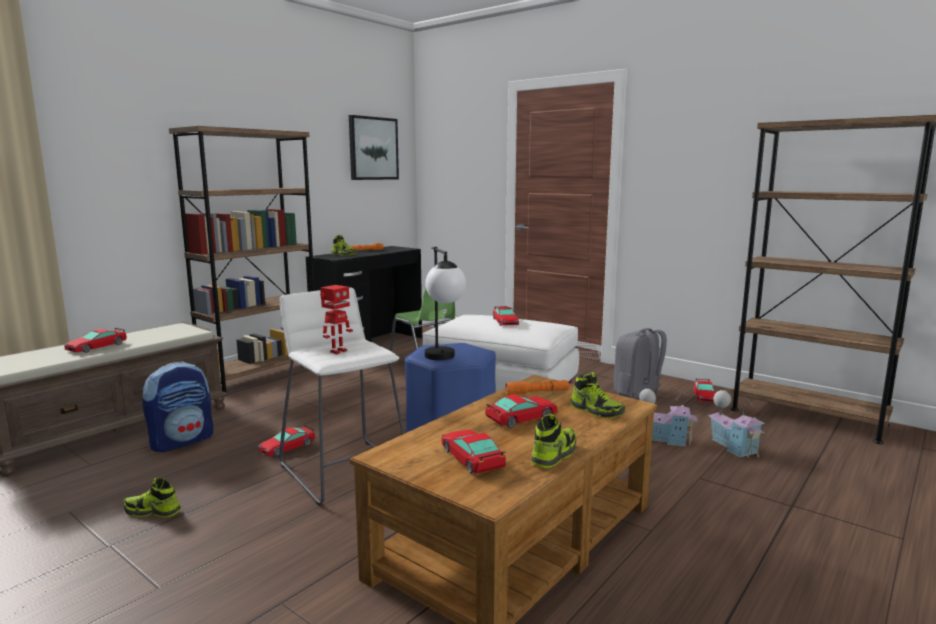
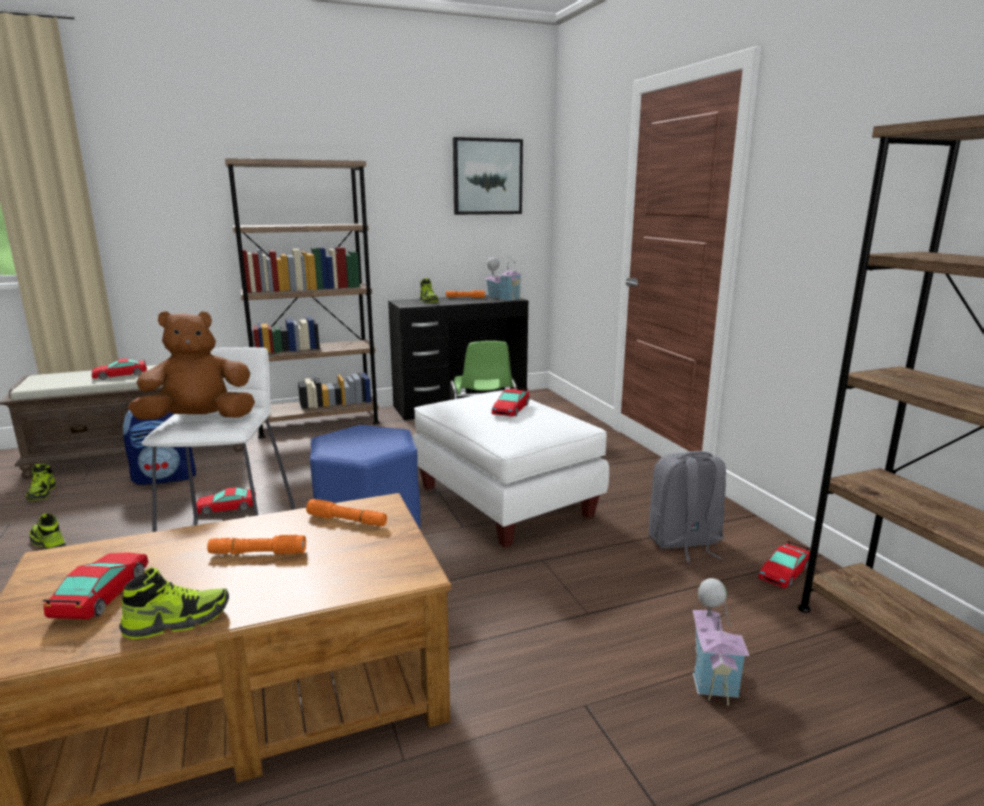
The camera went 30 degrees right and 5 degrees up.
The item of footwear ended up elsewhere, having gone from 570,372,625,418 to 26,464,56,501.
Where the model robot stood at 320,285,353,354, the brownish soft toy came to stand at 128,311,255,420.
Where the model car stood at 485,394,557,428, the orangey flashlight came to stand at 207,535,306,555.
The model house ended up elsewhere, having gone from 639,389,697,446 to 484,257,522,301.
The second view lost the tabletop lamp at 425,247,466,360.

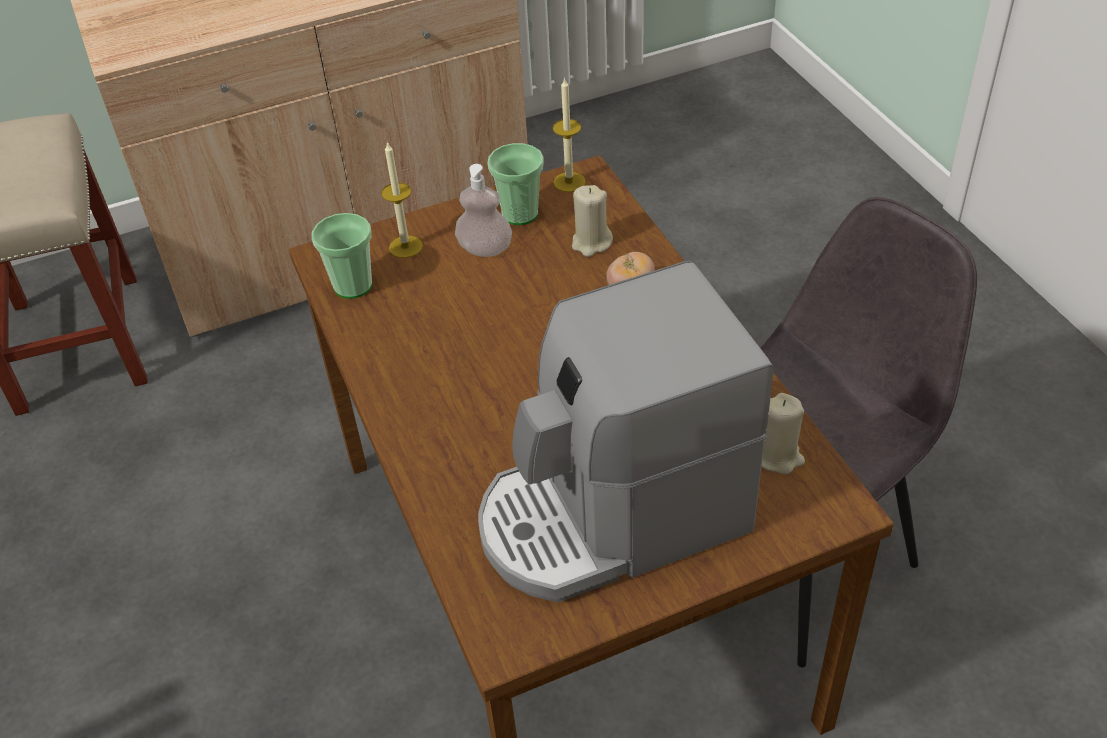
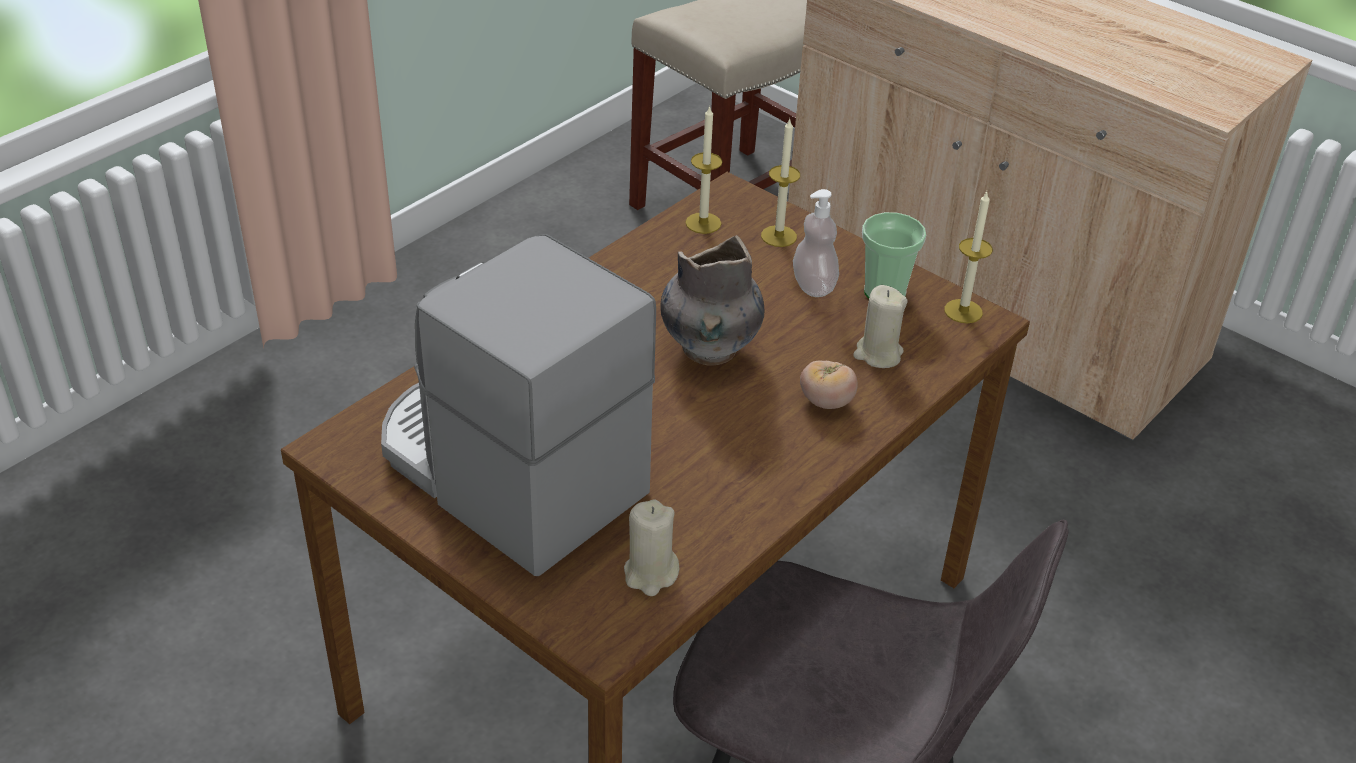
The camera went 60 degrees right and 5 degrees down.
The second view gained the gray flower vase at 661,235,765,365.
Where the drinking cup stood at 312,213,372,299, the candle came to stand at 685,105,723,234.

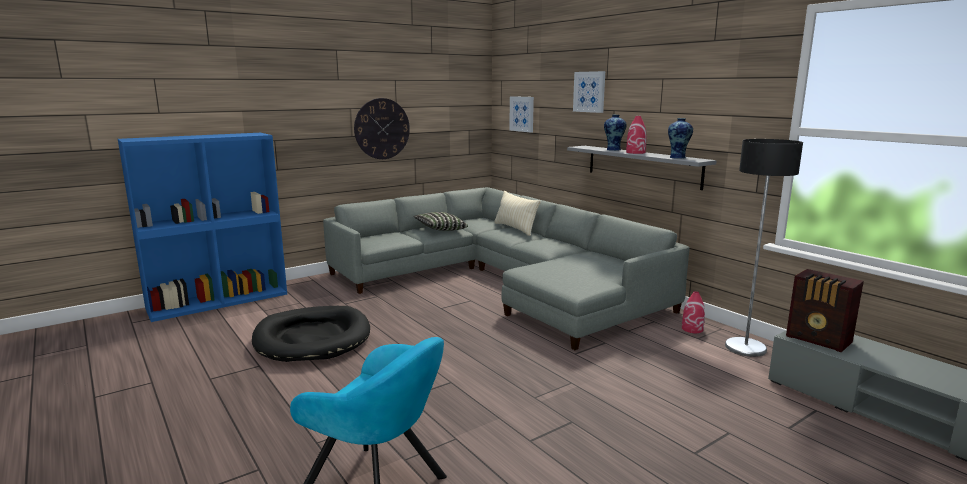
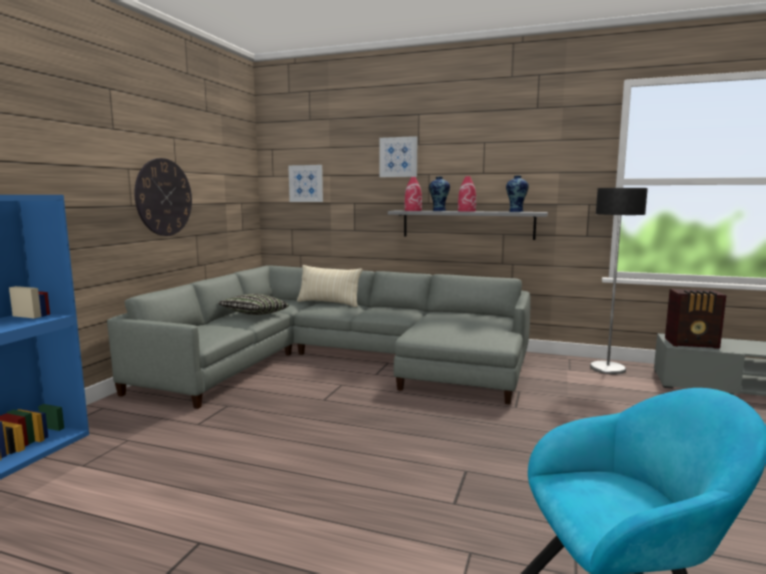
The camera went 35 degrees left and 5 degrees down.
The red-coloured flower vase ended up elsewhere, having gone from 682,291,705,333 to 405,177,422,211.
The second view lost the black-coloured dog bed at 252,306,370,362.

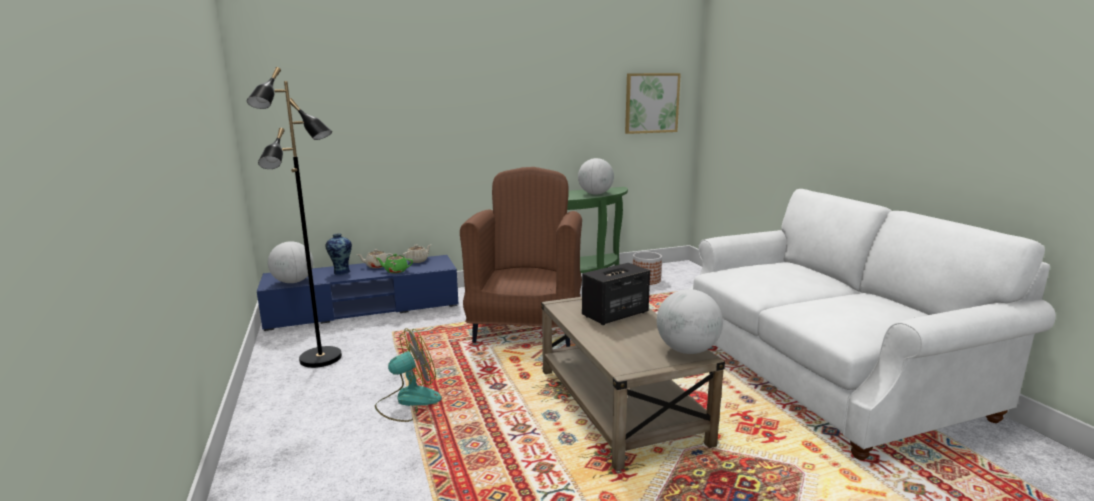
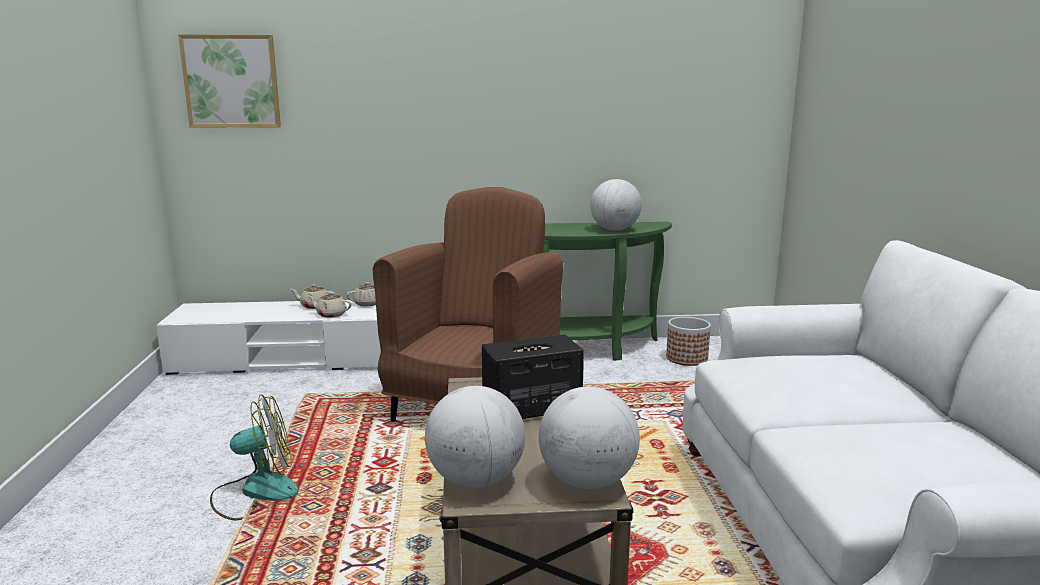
The camera went 15 degrees right and 0 degrees up.
What was the blue-coloured media console at 257,255,458,331 turned into the white-coloured media console at 156,300,381,375.
The wall picture ended up elsewhere, having gone from 625,73,681,134 to 178,34,281,128.
What was the green-coloured pot for tea at 376,254,413,273 turned into the beige-coloured pot for tea at 308,292,352,318.
The desk globe ended up elsewhere, having gone from 268,241,314,283 to 425,386,525,488.
The second view lost the black-coloured floor lamp at 247,67,342,368.
The second view lost the flower vase at 325,233,352,275.

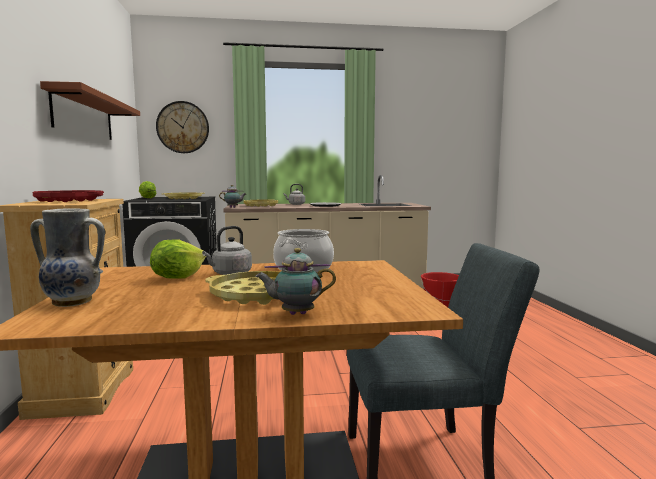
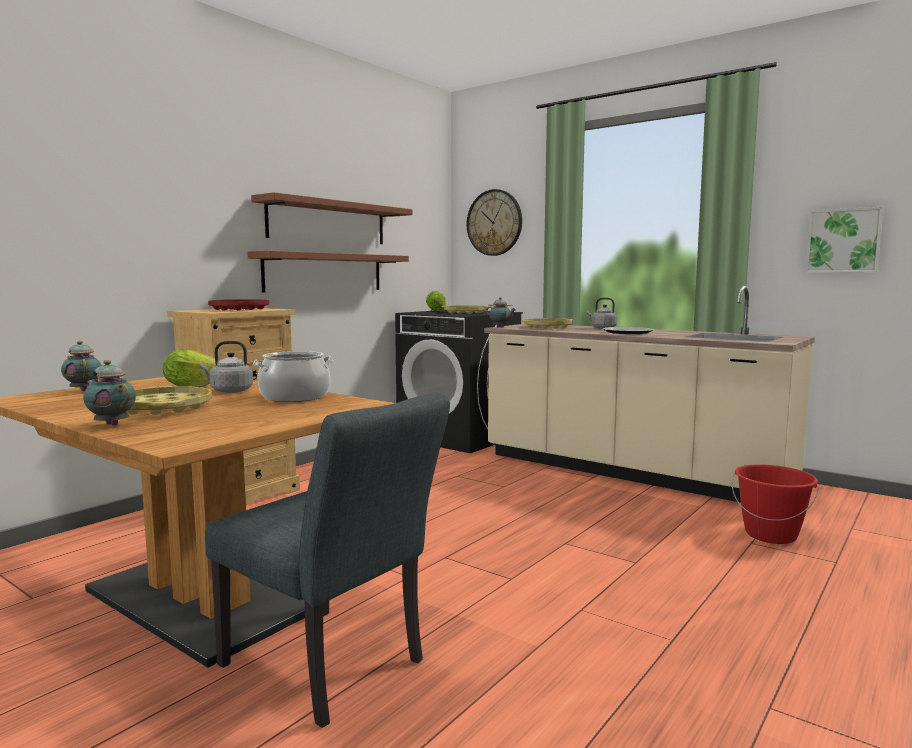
The camera went 45 degrees right and 0 degrees up.
Where the flower vase stood at 30,208,105,307, the pot for tea came to stand at 61,341,102,391.
The second view gained the brownish shelf at 247,251,409,292.
The second view gained the wall picture at 805,207,884,273.

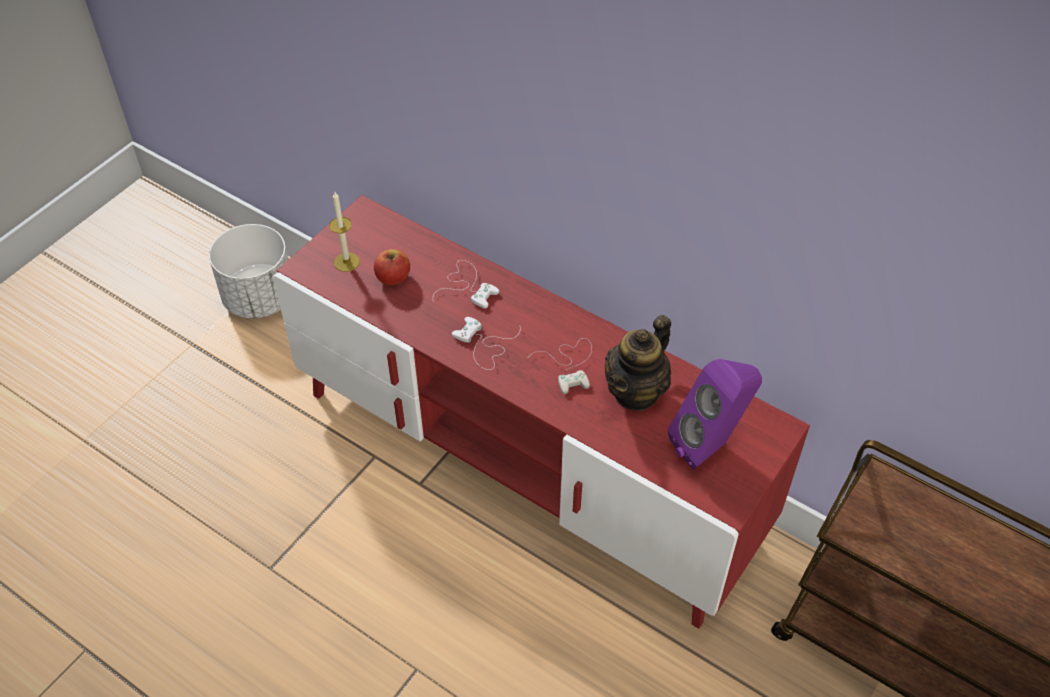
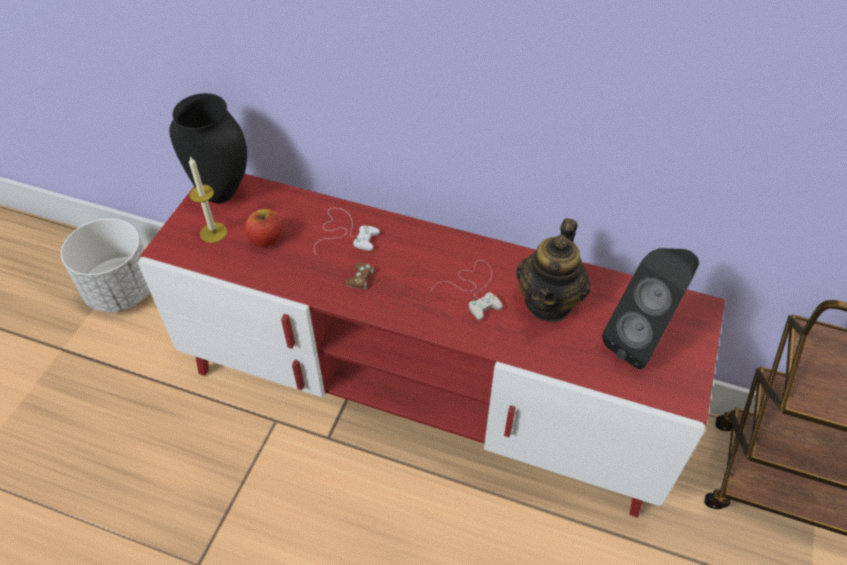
The camera went 15 degrees left and 0 degrees up.
The second view gained the black-coloured flower vase at 169,93,247,204.
What was the white-coloured gamepad at 452,317,521,370 turned into the brownish gamepad at 345,260,414,312.
What was the purplish audio speaker at 668,359,762,469 turned into the black-coloured audio speaker at 602,248,699,369.

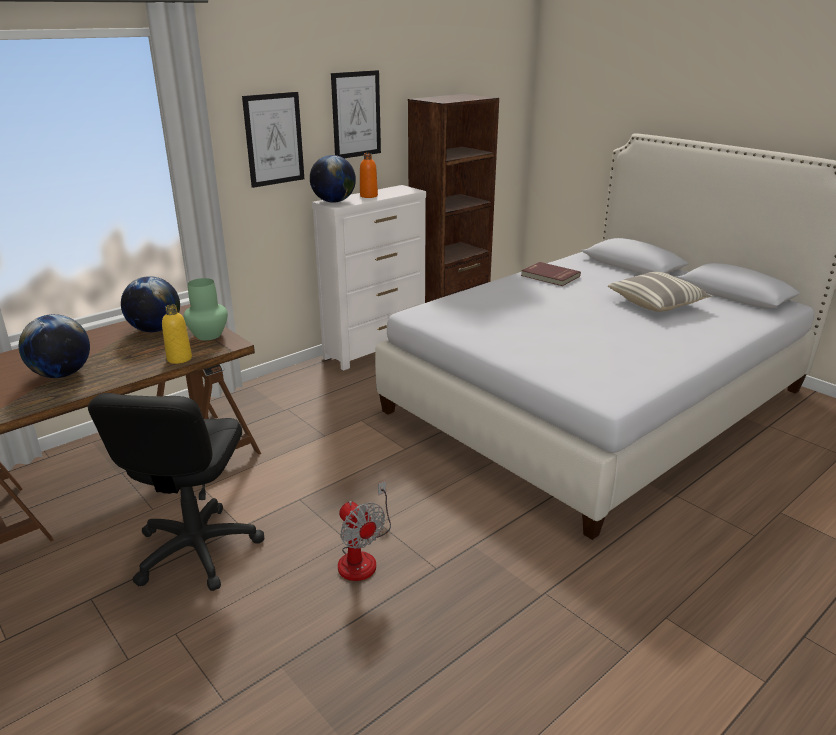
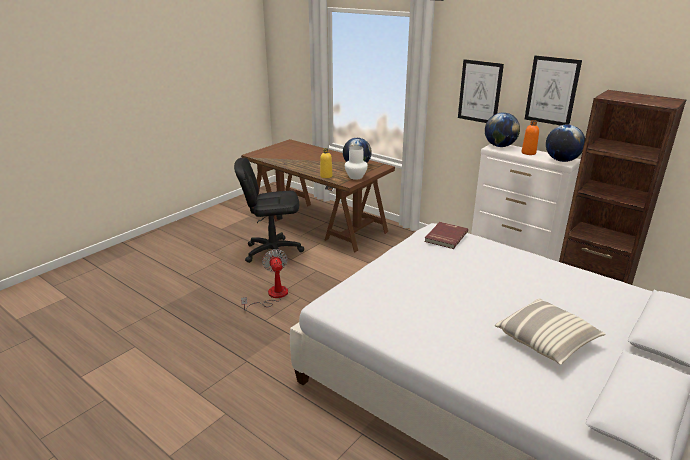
The camera went 80 degrees right and 0 degrees up.
The electric fan at 338,481,391,581 ended up facing another way, 120 degrees clockwise from before.
What was the green-coloured flower vase at 183,278,228,340 turned into the white-coloured flower vase at 345,146,368,180.
The red-coloured volume ended up elsewhere, having gone from 521,262,581,286 to 424,222,468,249.
The desk globe ended up elsewhere, having gone from 19,314,90,378 to 546,124,585,162.

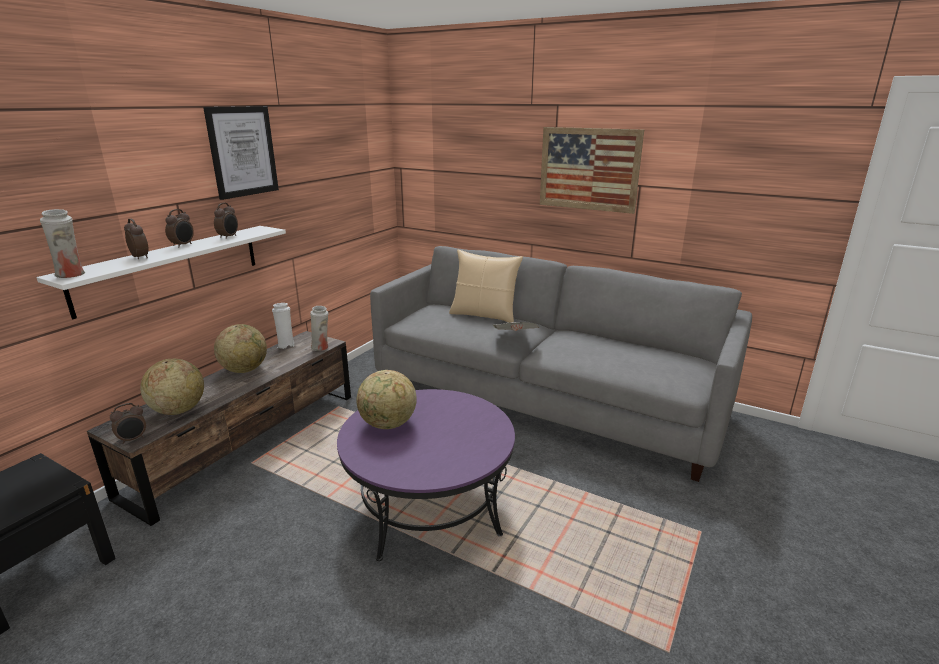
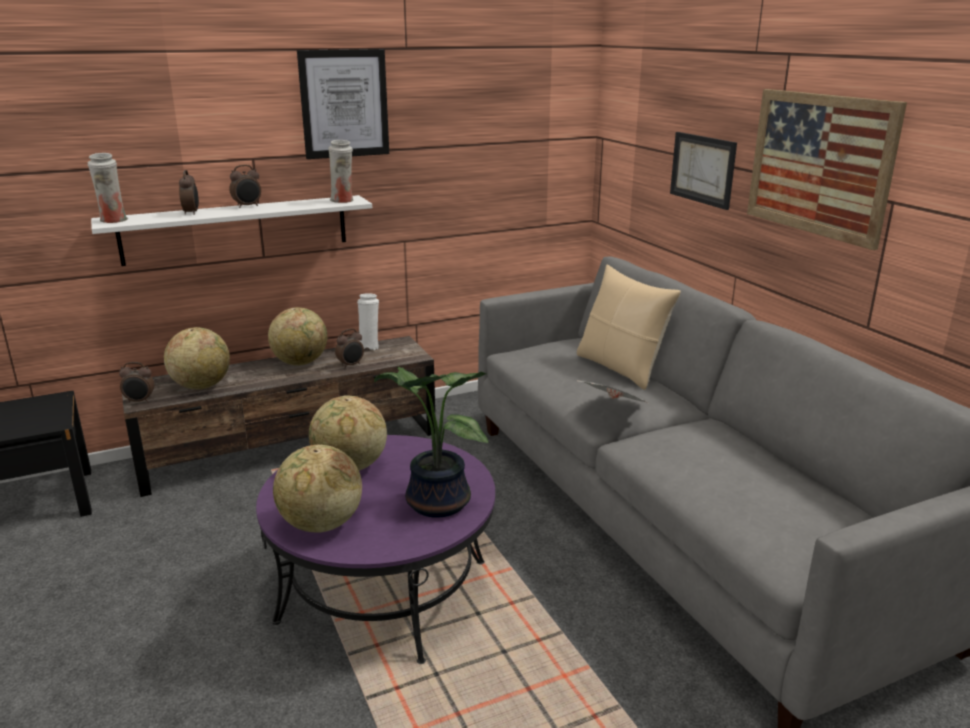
The camera went 35 degrees right and 0 degrees up.
The second view gained the desk globe at 273,445,362,533.
The white-coloured flower vase ended up elsewhere, having gone from 310,306,329,351 to 328,140,354,203.
The bedside clock ended up elsewhere, having gone from 214,203,238,239 to 335,329,364,368.
The second view gained the houseplant at 374,367,488,518.
The second view gained the wall picture at 670,132,737,210.

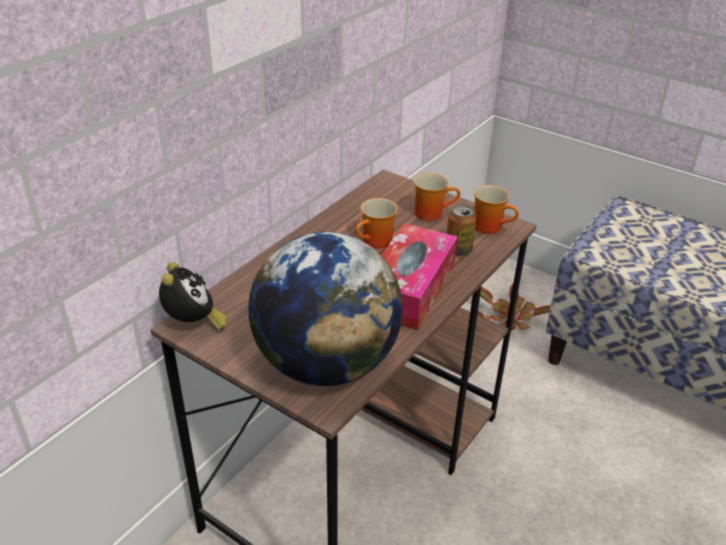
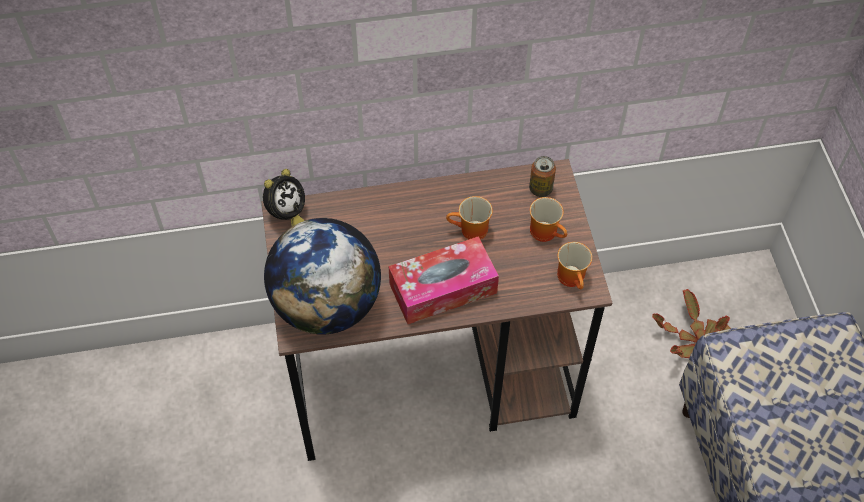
The camera went 45 degrees right and 20 degrees up.
The sealed can ended up elsewhere, having gone from 447,204,476,256 to 529,156,556,197.

